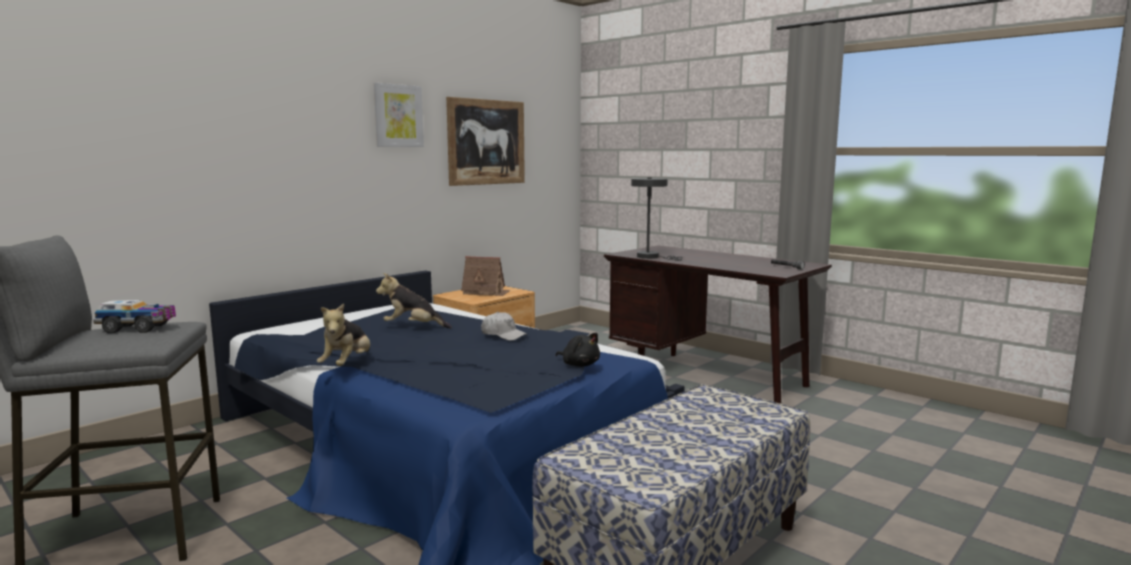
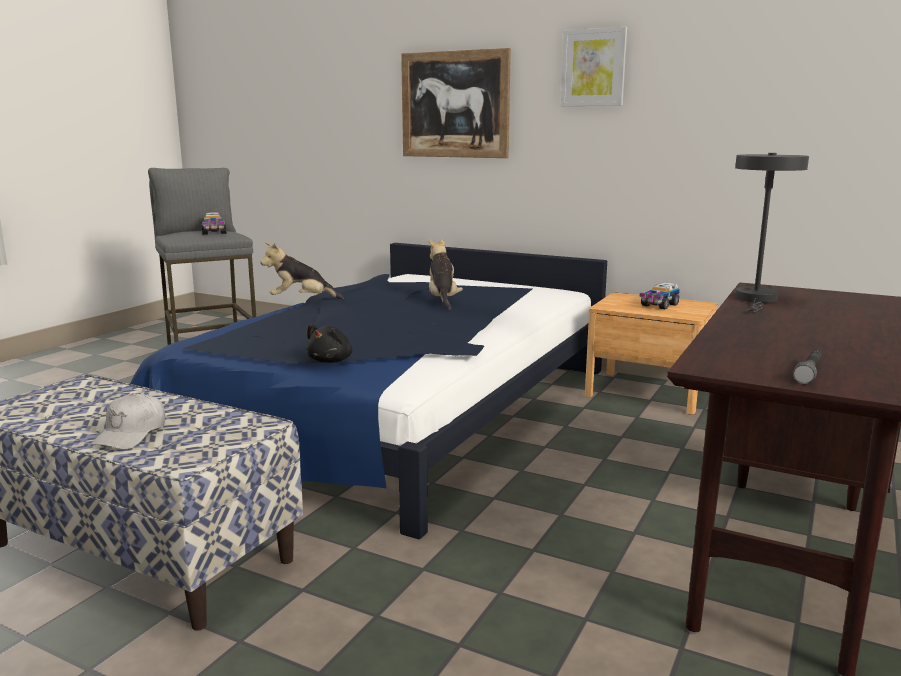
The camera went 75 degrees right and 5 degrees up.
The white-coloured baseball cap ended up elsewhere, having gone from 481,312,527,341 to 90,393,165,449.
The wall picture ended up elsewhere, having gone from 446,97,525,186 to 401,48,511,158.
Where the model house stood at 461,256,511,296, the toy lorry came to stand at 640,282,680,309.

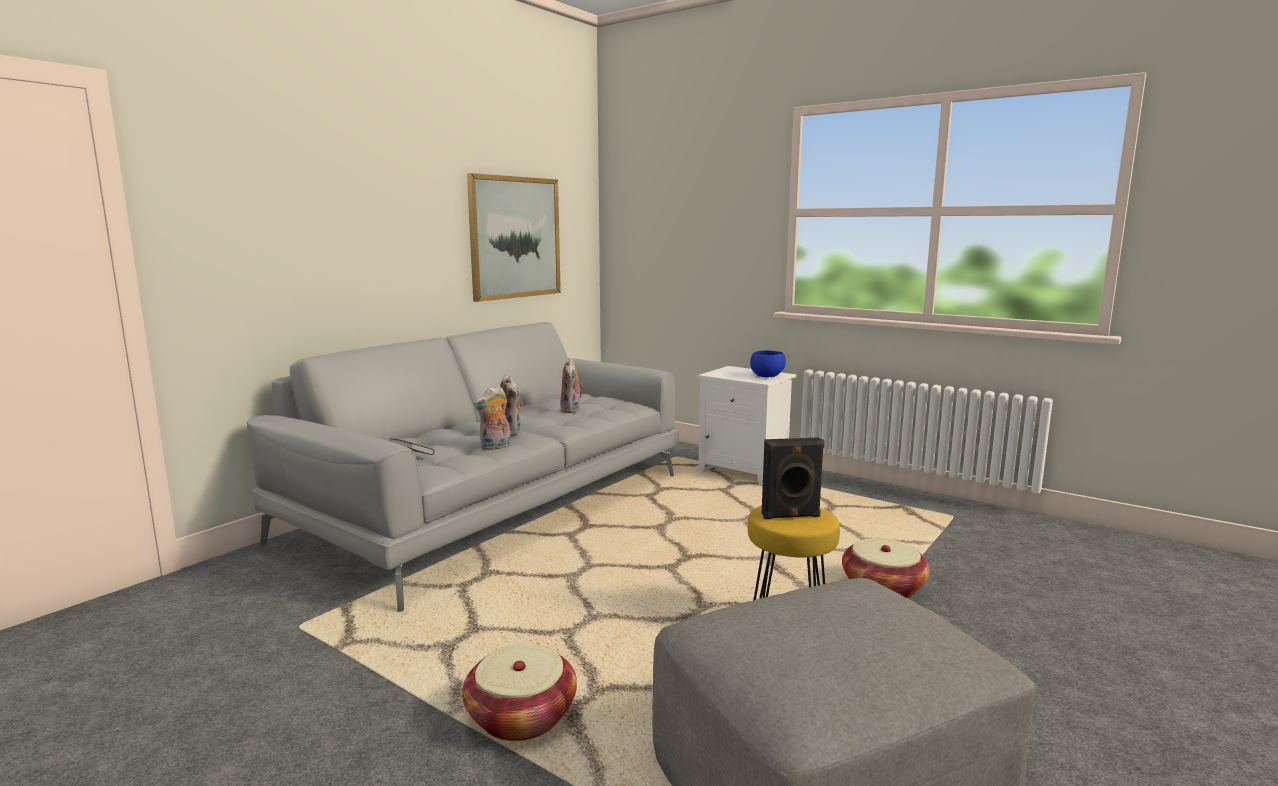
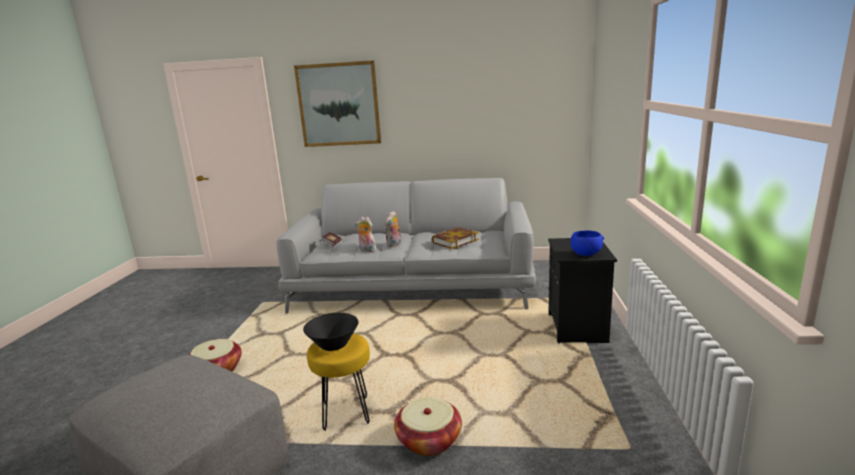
The camera went 60 degrees right and 5 degrees up.
The wall picture ended up elsewhere, having gone from 467,173,561,302 to 294,60,381,147.
Where the black-coloured audio speaker stood at 762,437,825,519, the black-coloured serving bowl came to stand at 303,313,359,351.
Where the soft toy stood at 560,358,584,413, the volume came to stand at 432,227,479,249.
What was the white-coloured nightstand at 698,366,796,486 turned into the black-coloured nightstand at 548,238,617,343.

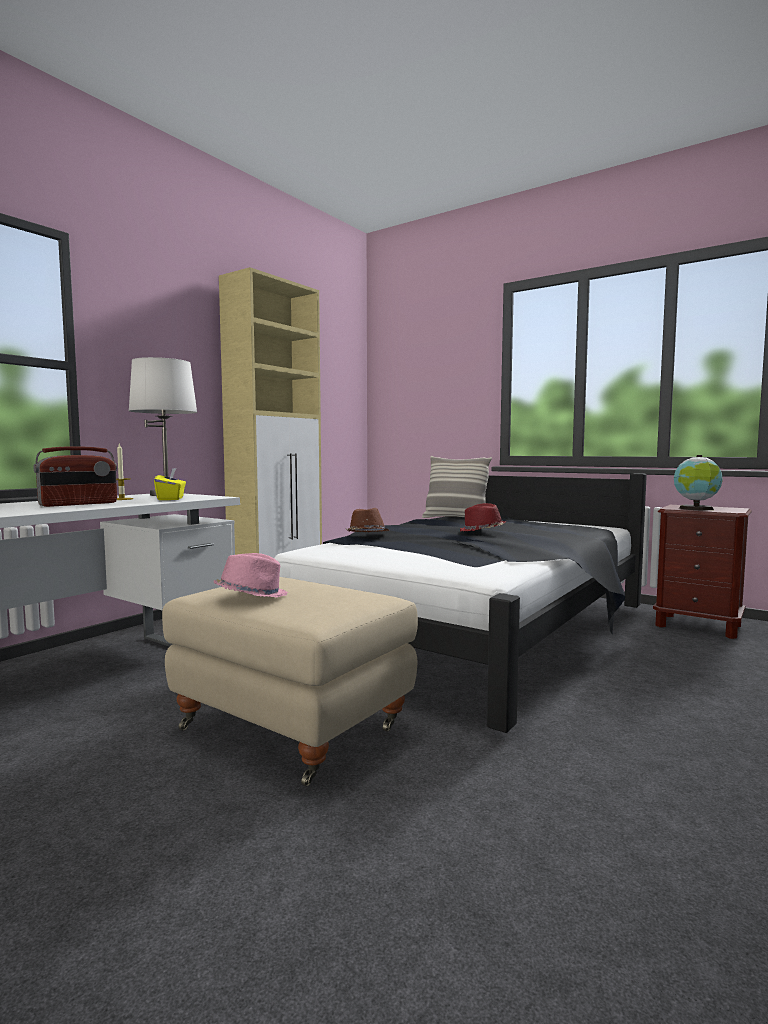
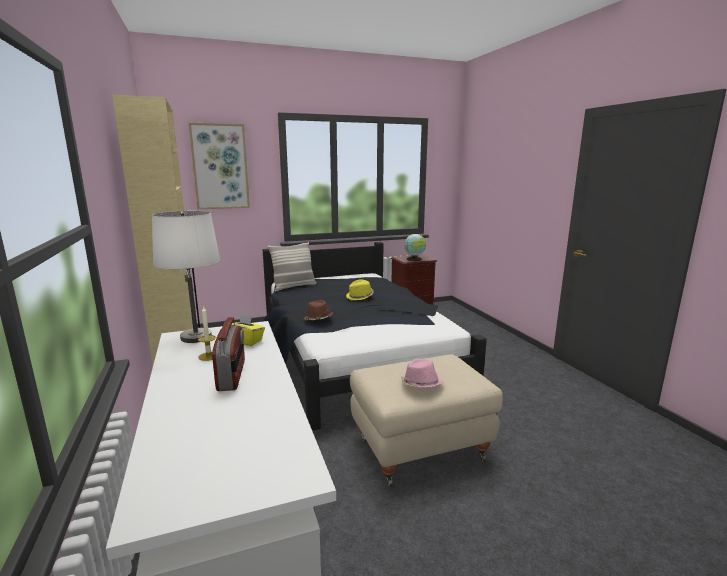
The camera went 55 degrees left and 10 degrees up.
The second view gained the wall picture at 189,123,250,209.
What was the red-coloured wearable hat at 460,503,506,531 turned into the yellowish wearable hat at 346,280,374,300.

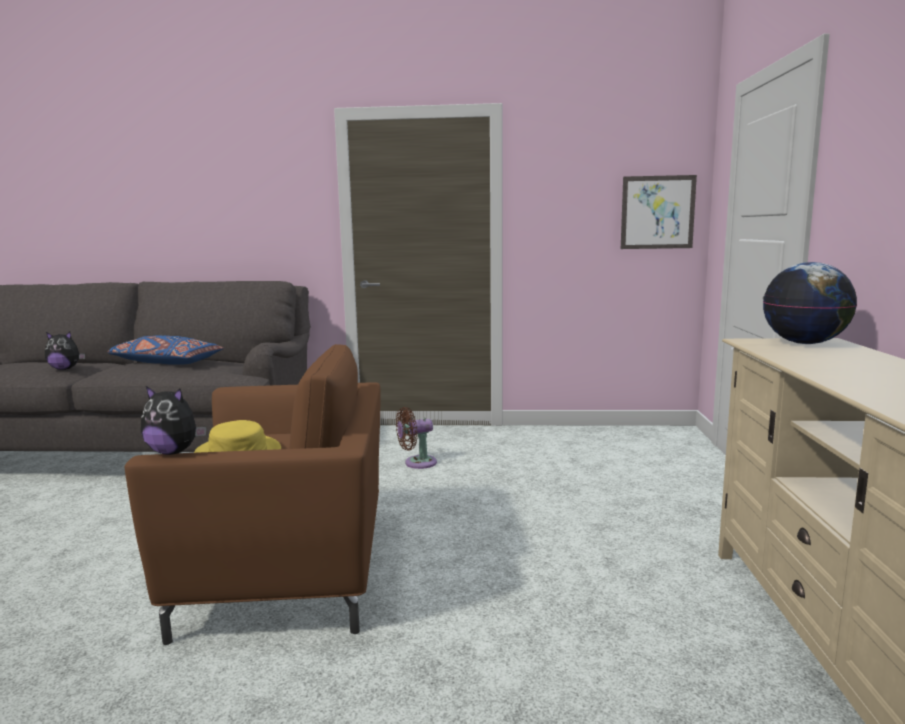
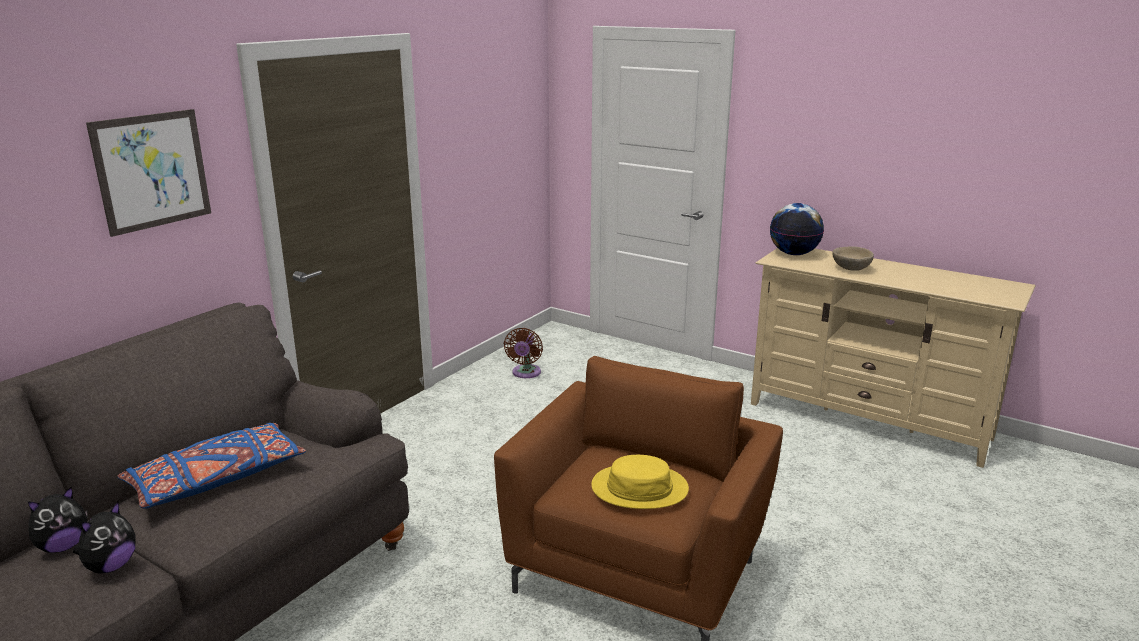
The camera went 60 degrees left and 10 degrees up.
The soft toy ended up elsewhere, having gone from 141,386,207,455 to 28,487,87,553.
The wall picture ended up elsewhere, having gone from 621,175,697,249 to 86,109,211,237.
The brownish electric fan ended up elsewhere, having gone from 396,407,437,469 to 504,328,543,378.
The second view gained the beige-coloured serving bowl at 832,246,874,271.

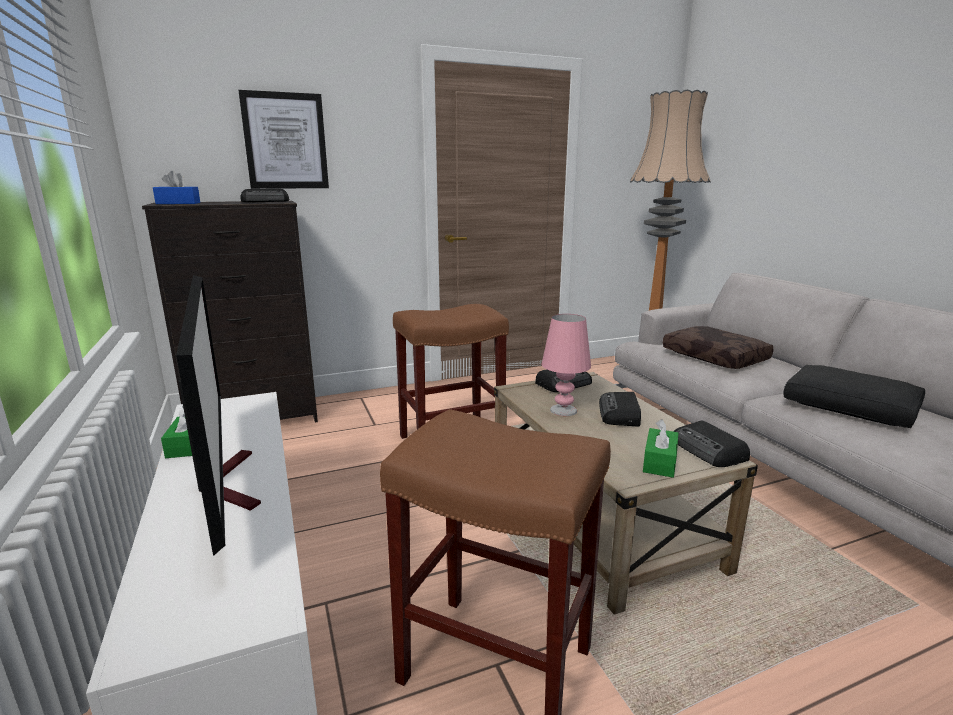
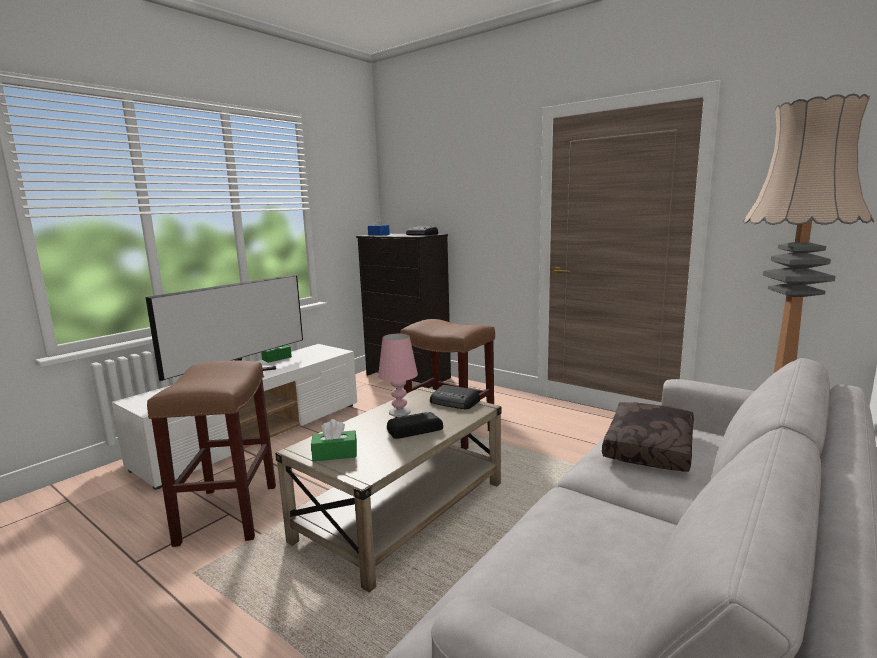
The camera went 60 degrees right and 5 degrees down.
The second view lost the wall picture at 238,90,329,189.
The second view lost the radio at 673,420,750,467.
The second view lost the black-coloured pillow at 783,365,925,428.

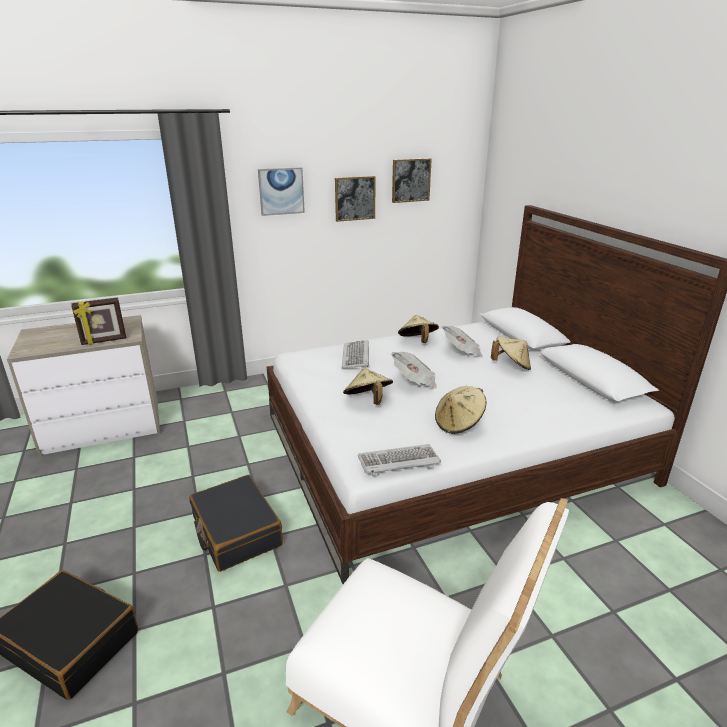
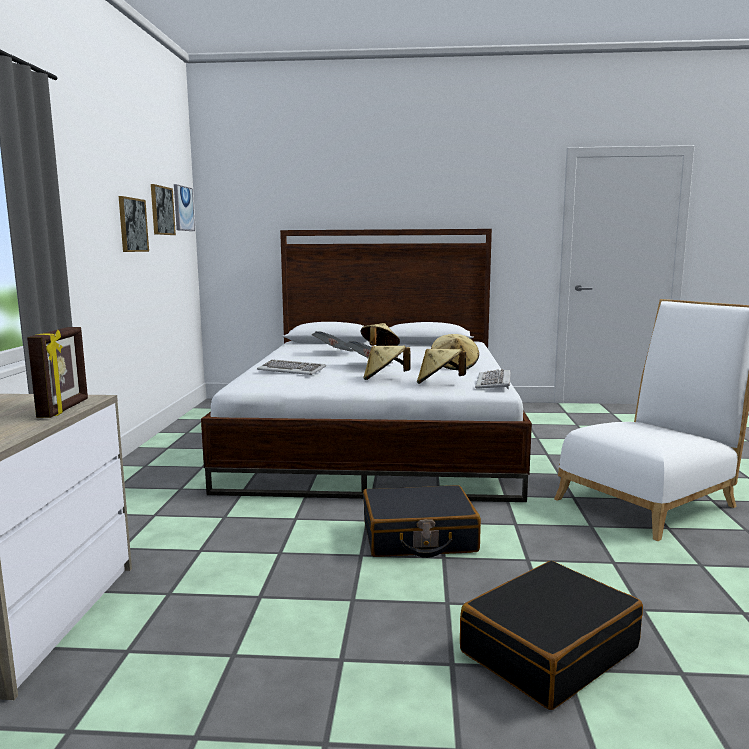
The camera went 65 degrees left and 15 degrees down.
The wall picture ended up elsewhere, having gone from 258,167,305,216 to 174,184,195,231.
The beige-coloured wearable hat ended up elsewhere, having gone from 398,315,439,343 to 417,349,466,384.

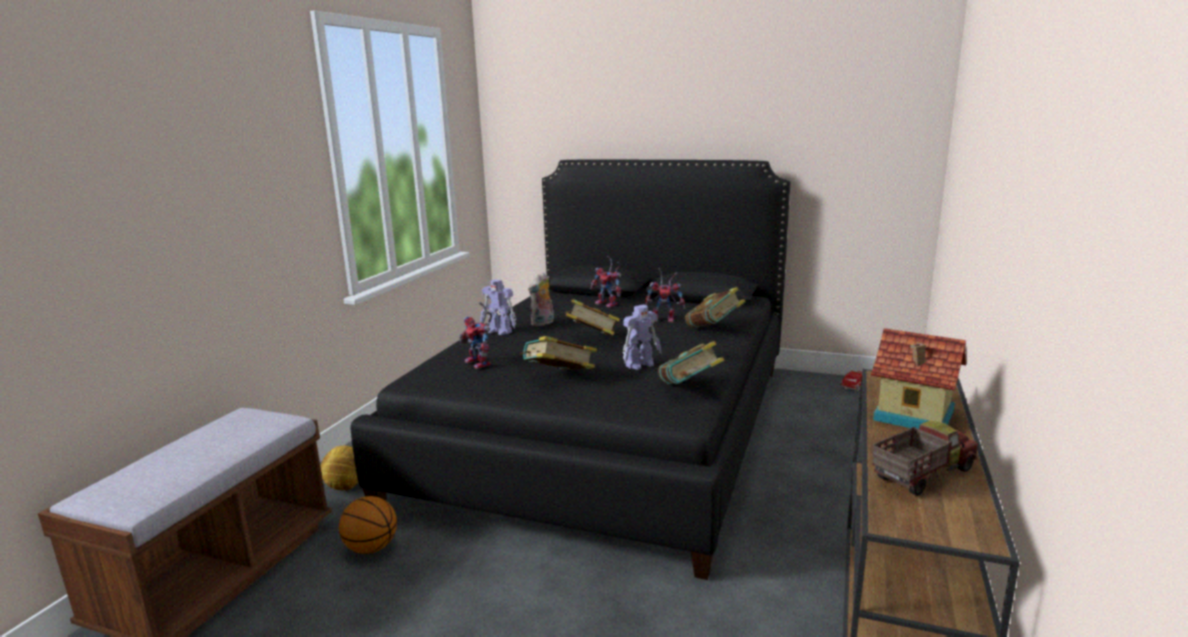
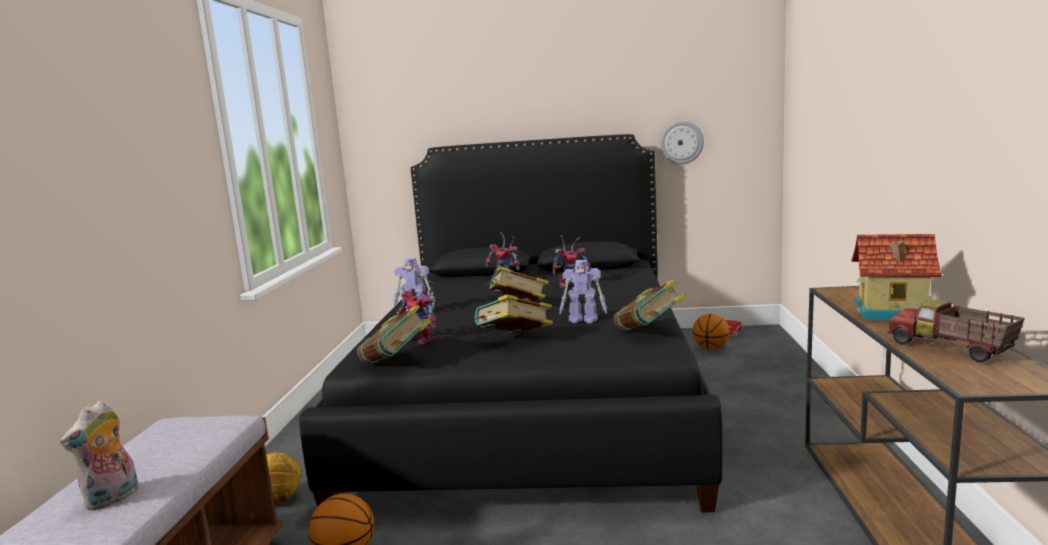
The camera went 15 degrees left and 5 degrees down.
The soft toy ended up elsewhere, having gone from 528,272,554,327 to 60,400,139,511.
The volume ended up elsewhere, having gone from 685,287,746,328 to 357,305,431,364.
The model robot at 623,304,662,370 ended up facing another way, 60 degrees clockwise from before.
The second view gained the hanging clock at 660,121,704,165.
The second view gained the basketball at 692,314,730,350.
The toy lorry at 872,421,978,496 ended up facing another way, 75 degrees counterclockwise from before.

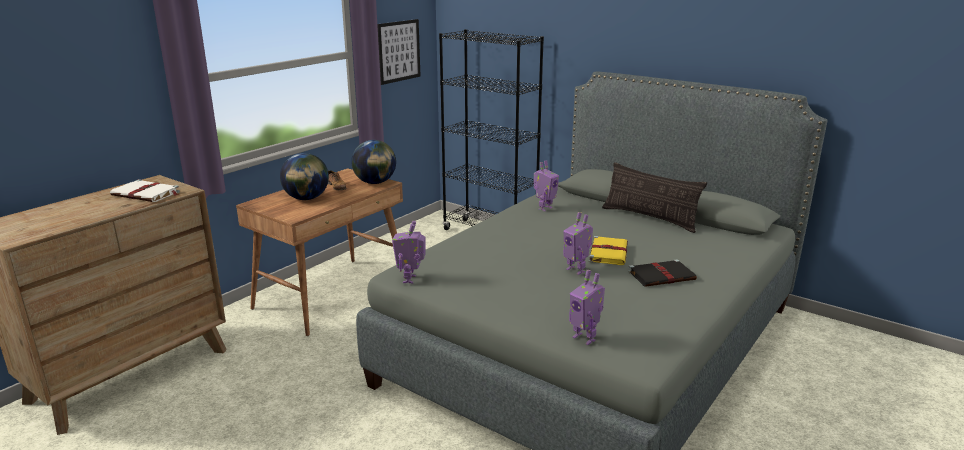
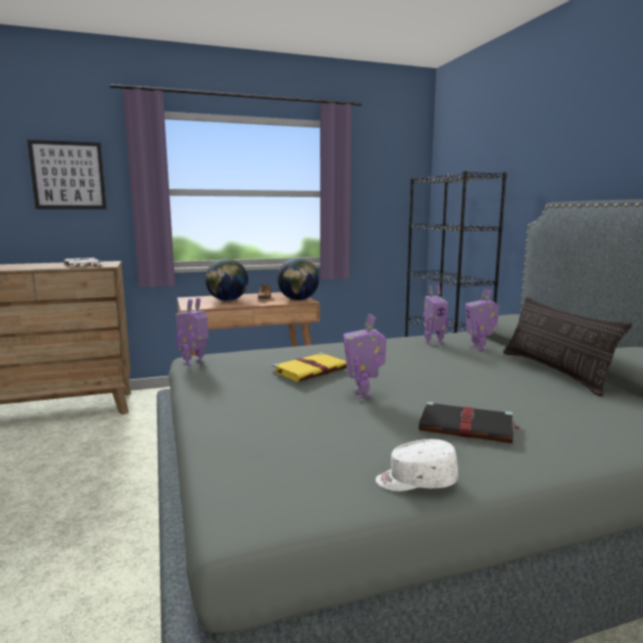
The camera went 35 degrees right and 10 degrees down.
The wall picture ended up elsewhere, having gone from 377,19,420,85 to 27,140,106,209.
The yellowish volume ended up elsewhere, having gone from 589,236,628,265 to 272,353,347,382.
The second view gained the white-coloured baseball cap at 375,439,458,491.
The model robot ended up elsewhere, having gone from 569,270,605,345 to 465,288,499,351.

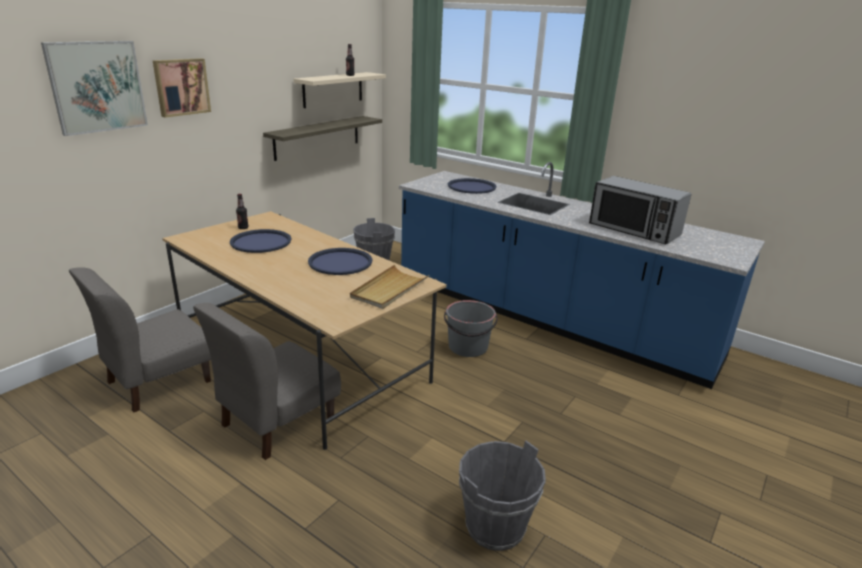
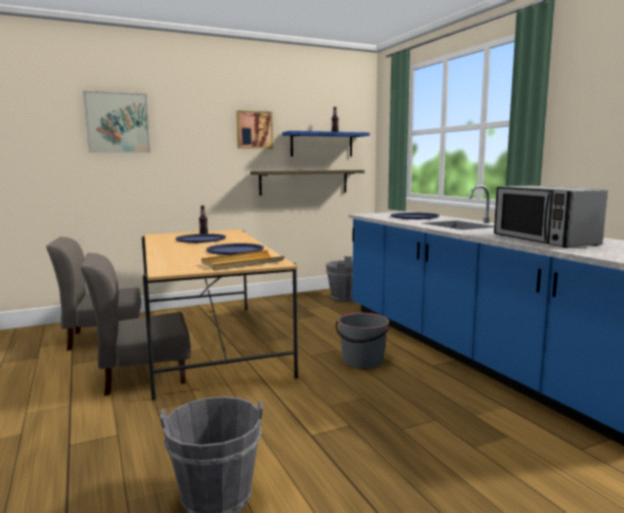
The camera went 30 degrees right and 15 degrees down.
The wall picture ended up elsewhere, having gone from 153,58,211,118 to 236,110,273,149.
What was the beige-coloured shelf at 294,72,386,108 turned into the blue-coloured shelf at 282,131,370,157.

